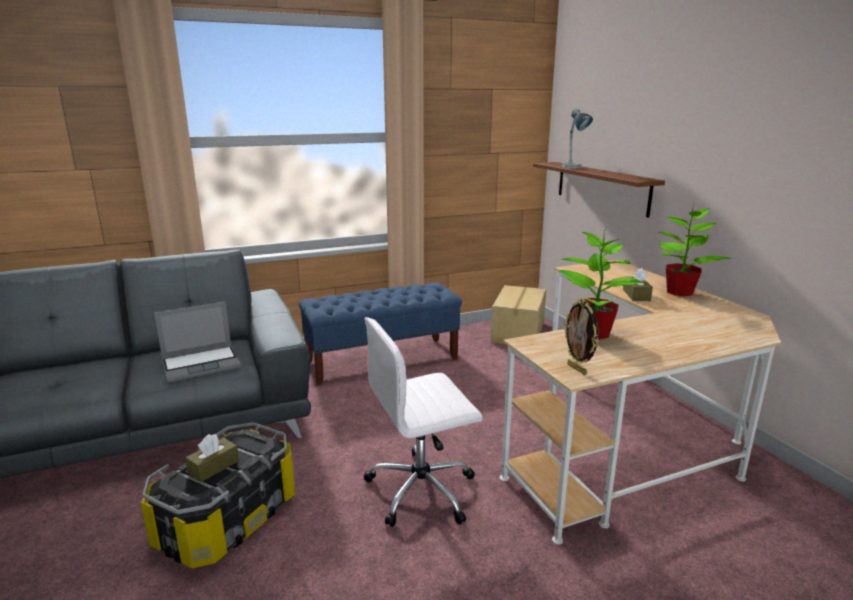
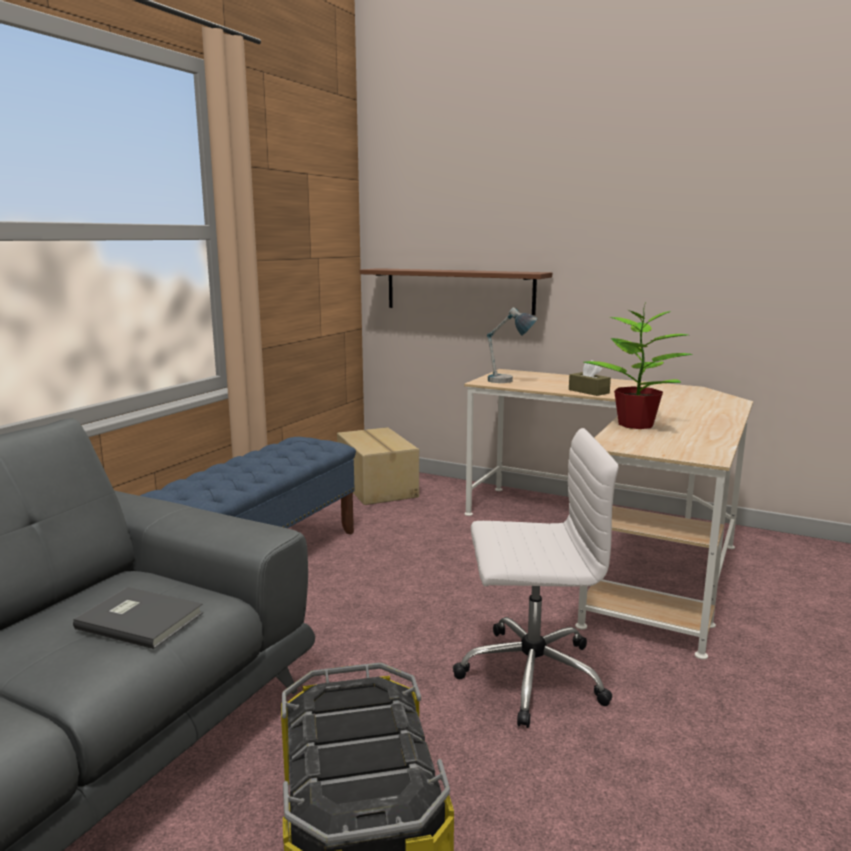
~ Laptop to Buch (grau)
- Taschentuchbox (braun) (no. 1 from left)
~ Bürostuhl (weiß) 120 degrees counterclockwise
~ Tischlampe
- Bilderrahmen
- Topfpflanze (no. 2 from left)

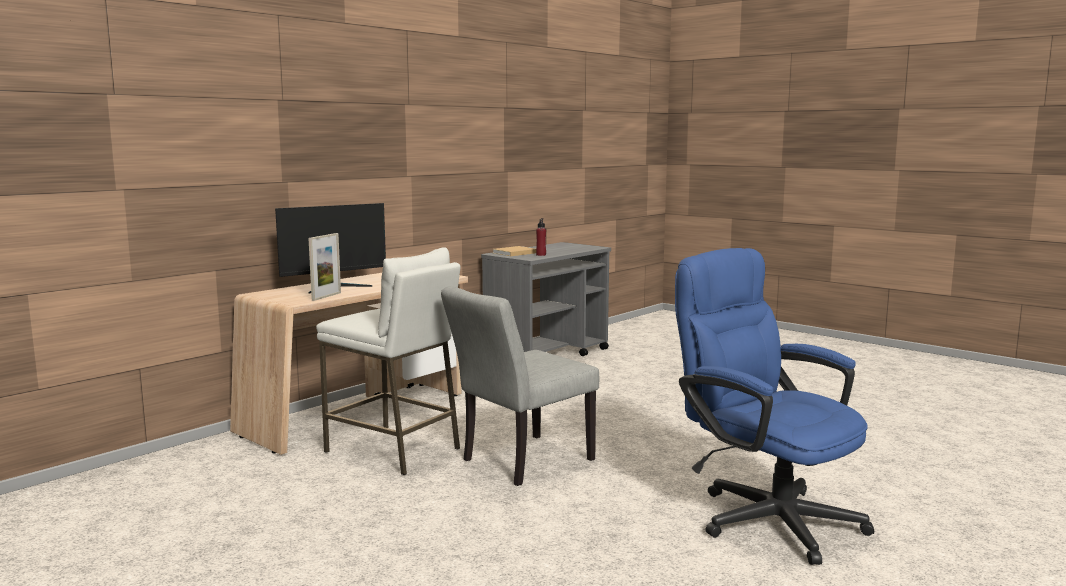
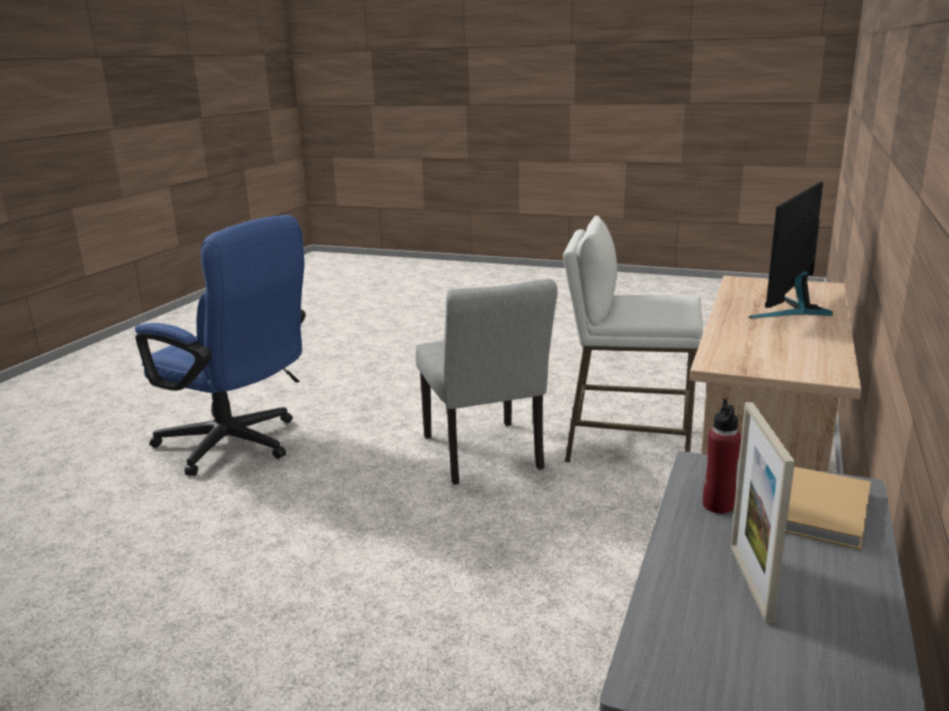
~ Bilderrahmen
~ Stuhl (grau) 135 degrees clockwise

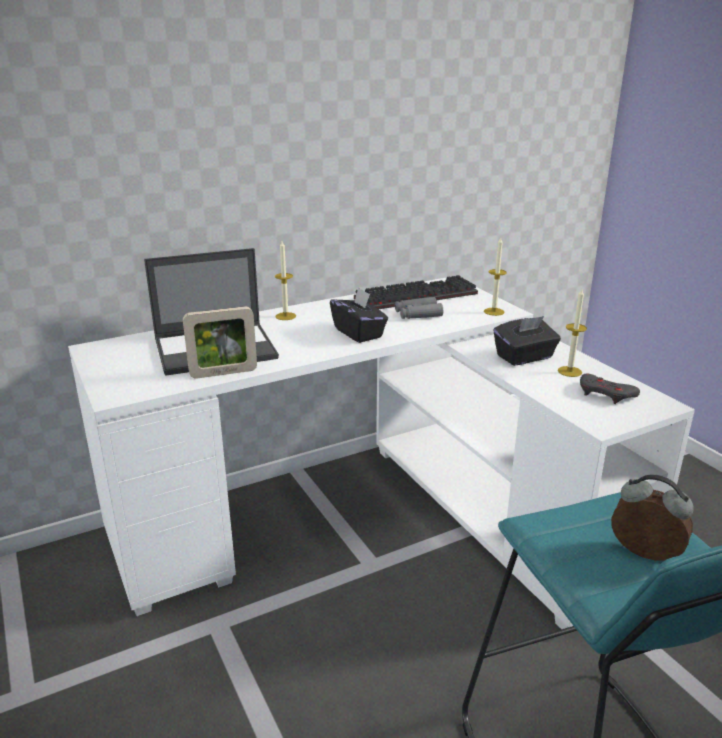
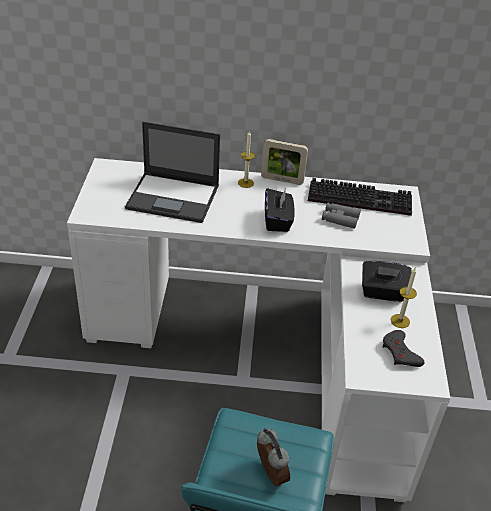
~ Bilderrahmen
- Kerze (no. 2 from left)

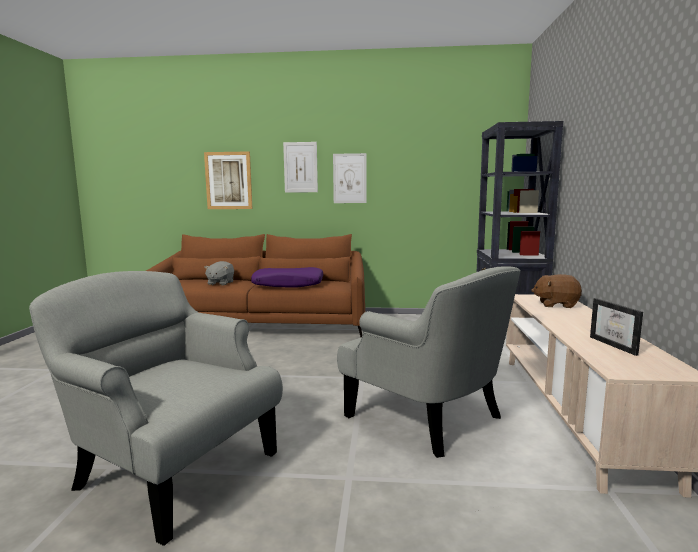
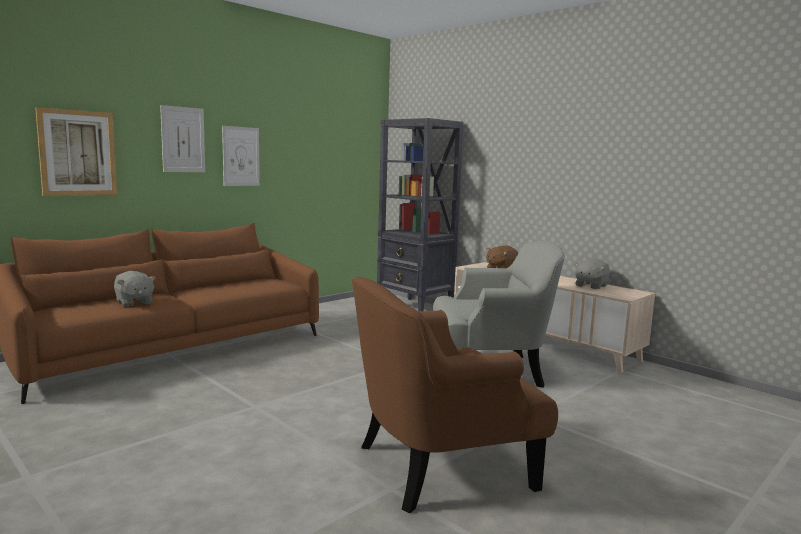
~ Sessel (grau) (no. 1 from left) to Sessel (braun)
- Kissen (lila)
~ Bilderrahmen to Plüschtier (grau) (no. 2 from left)

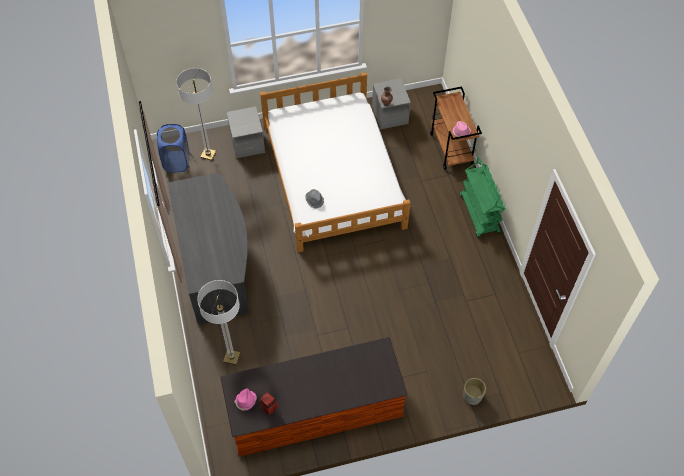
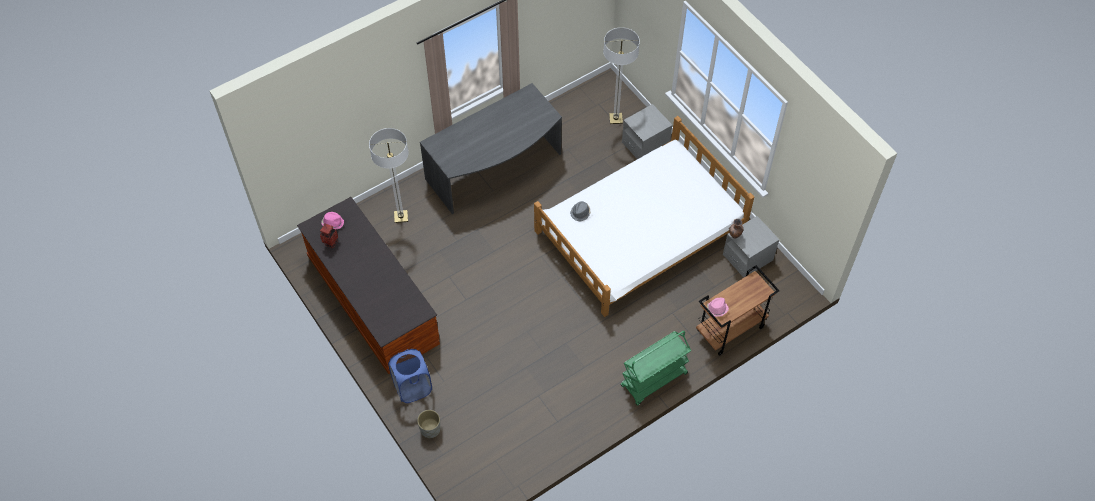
~ Wäschekorb (blau)

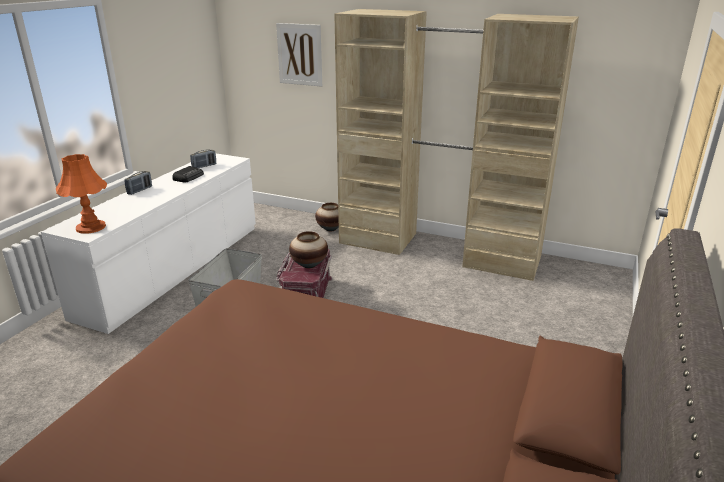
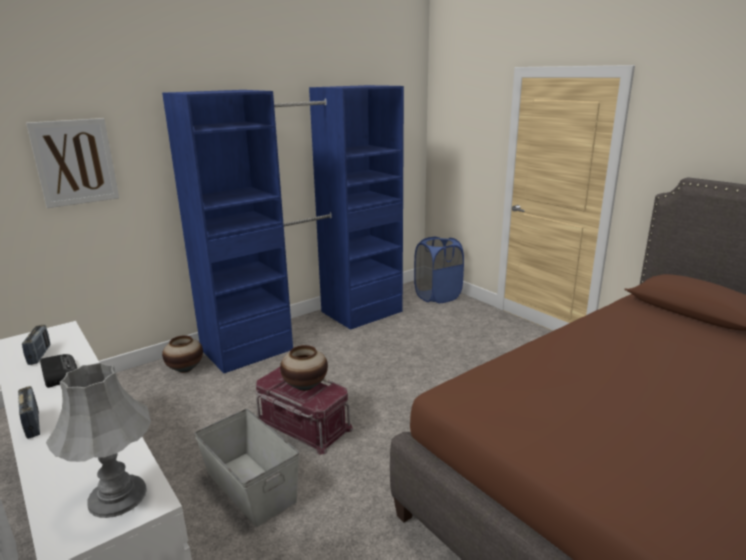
~ Tischlampe (orange) to Tischlampe (grau)
~ Kleiderschrank (beige) to Kleiderschrank (blau)
+ Wäschekorb (blau)

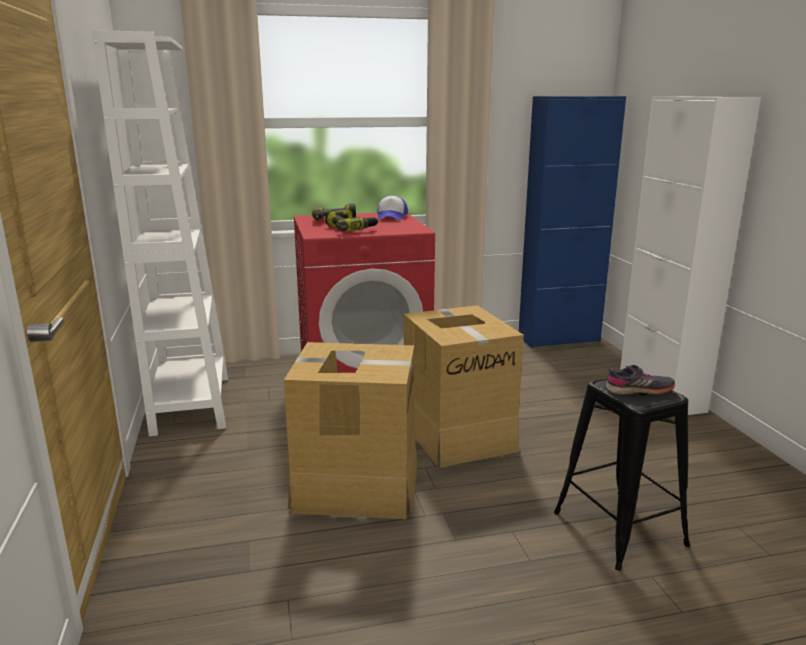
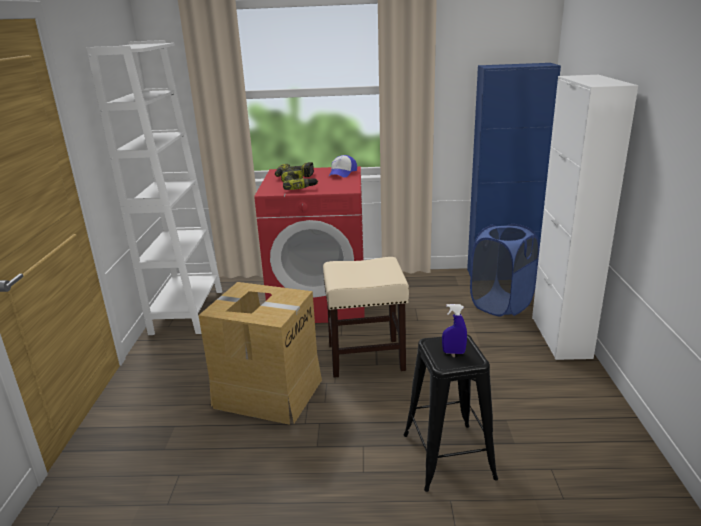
~ Karton (no. 2 from left) to Hocker (beige)
~ Schuh (grau) to Sprühflasche (blau)
+ Wäschekorb (blau)

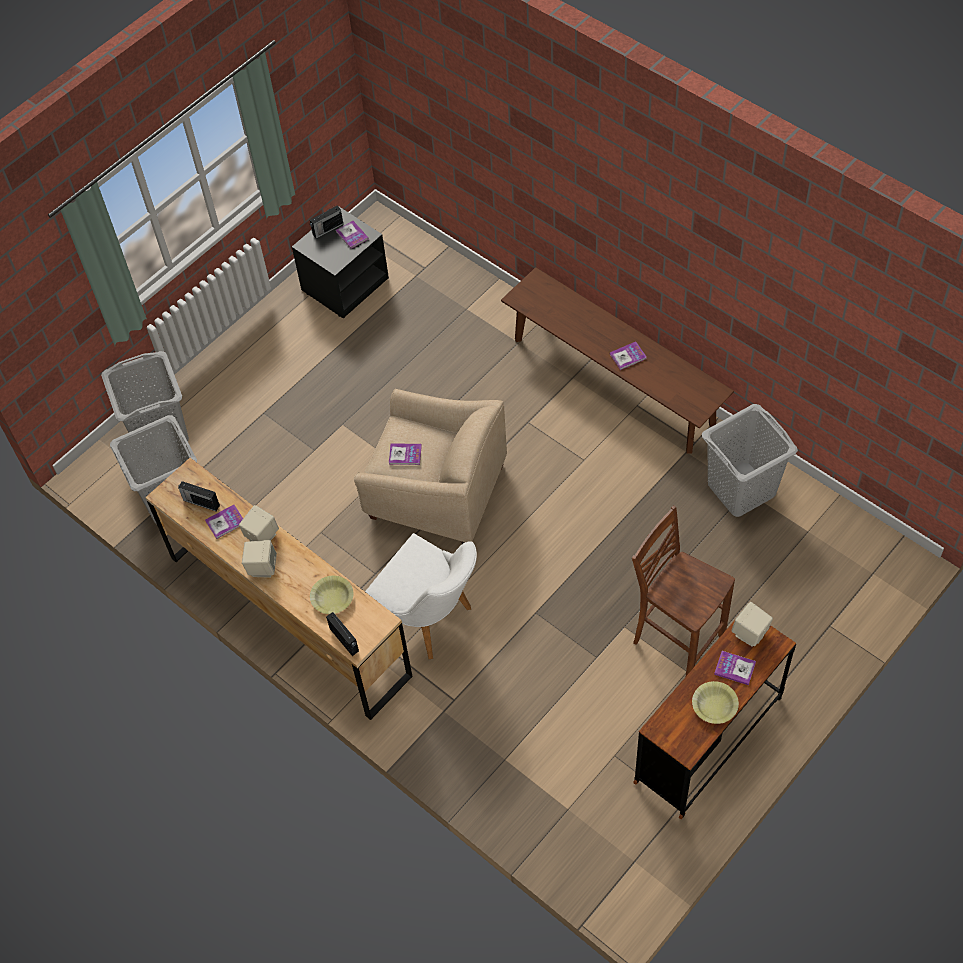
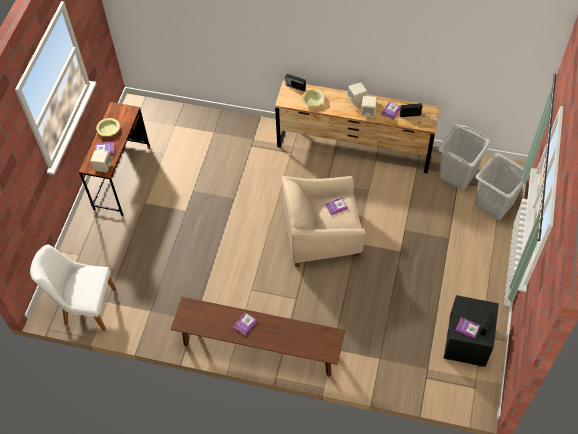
~ Stuhl (weiß)
- Hocker (braun)
- Wäschekorb (grau) (no. 3 from left)

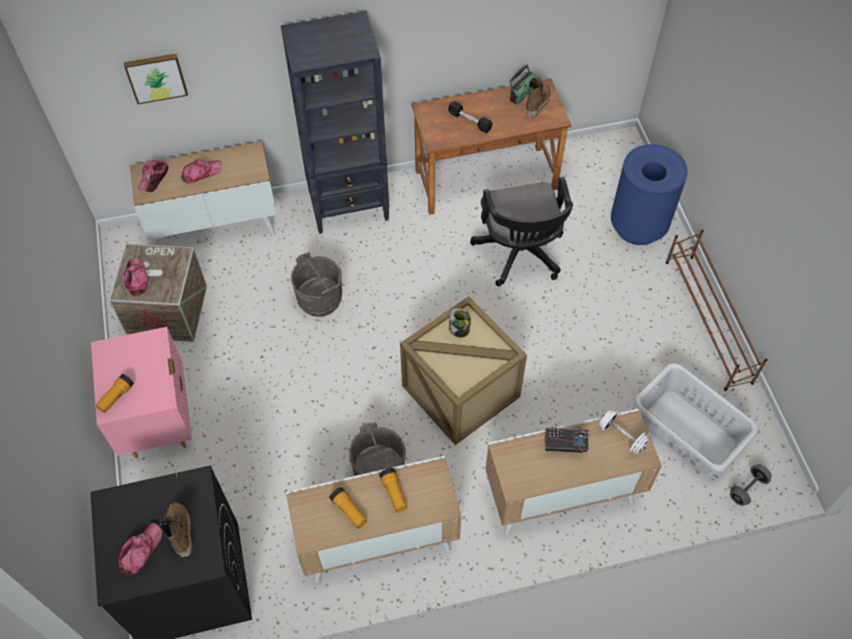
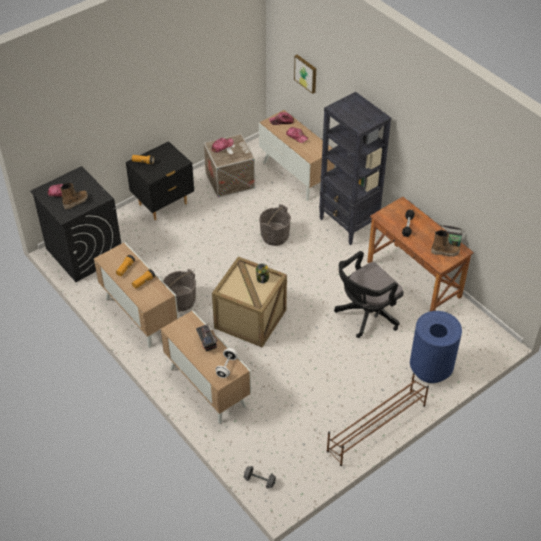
~ Nachttisch (rosa) to Nachttisch (schwarz)
- Wäschekorb (grau)

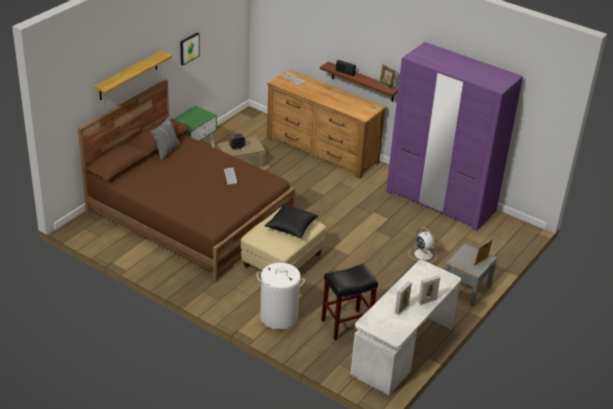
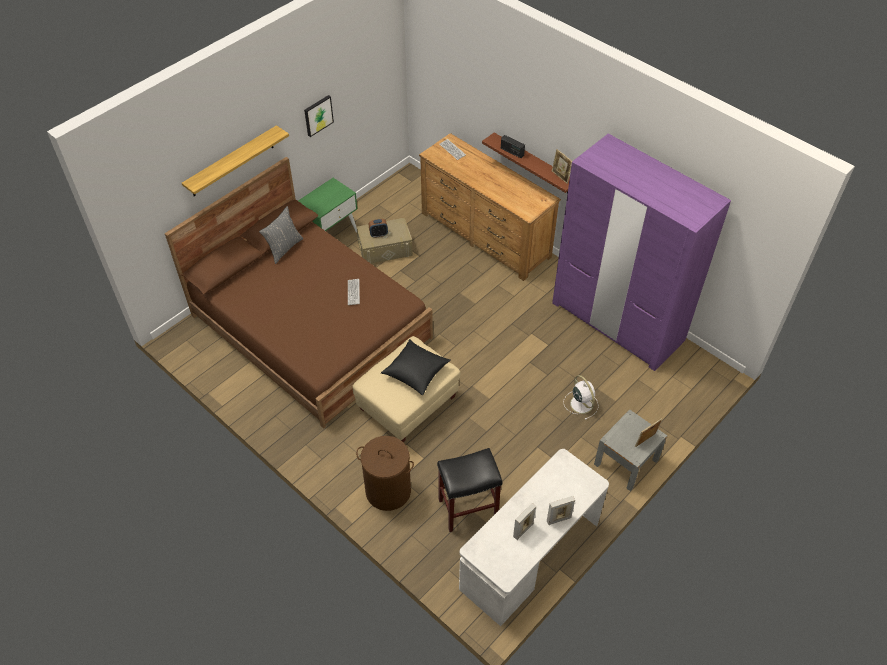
~ Wäschekorb (weiß) to Wäschekorb (braun)

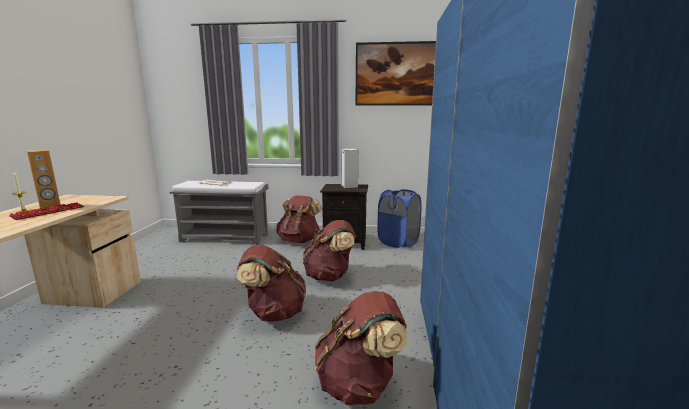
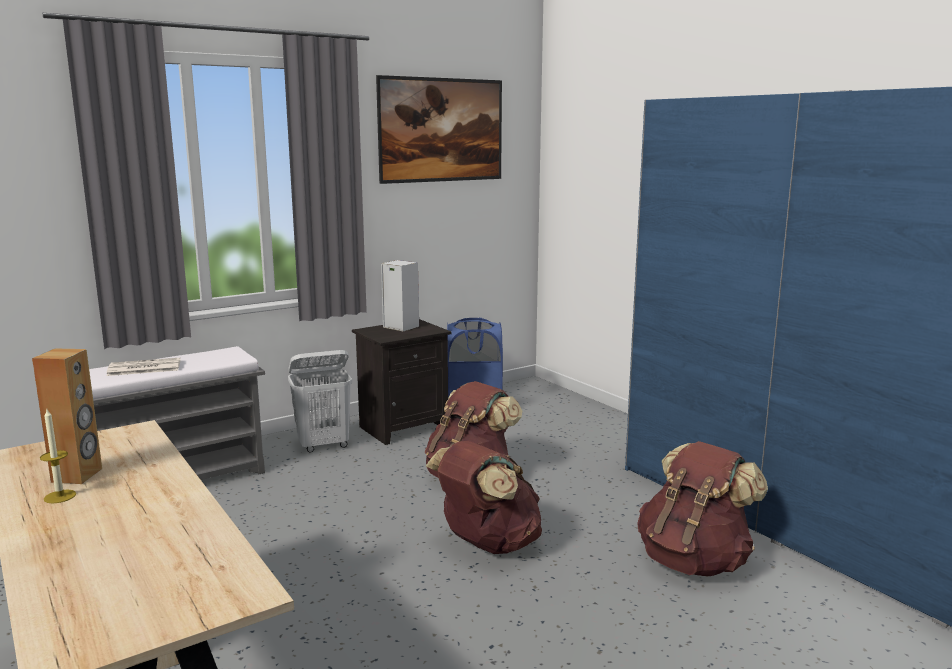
- Tastatur
~ Rucksack (braun) (no. 2 from left) to Wäschekorb (weiß)

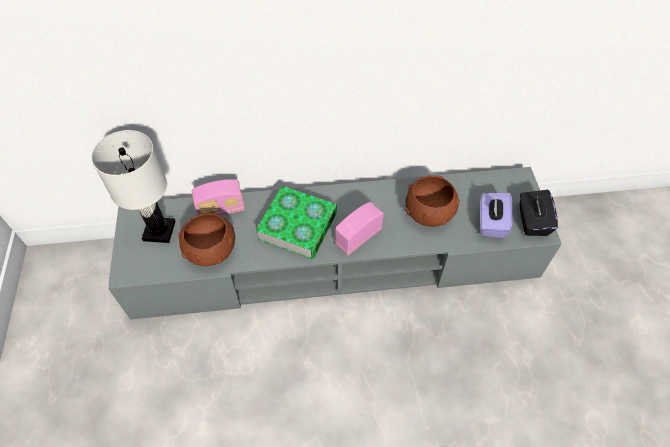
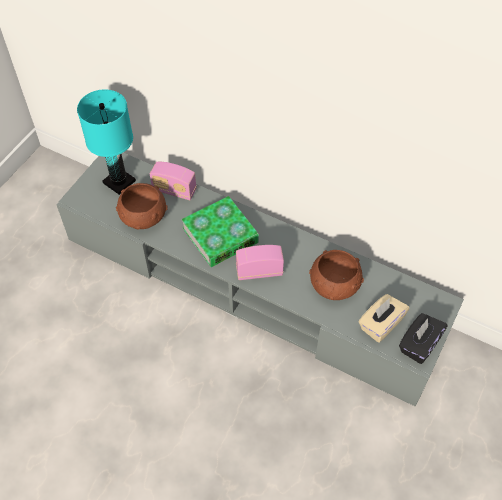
~ Tischlampe (weiß) to Tischlampe (türkis)
~ Taschentuchbox (lila) to Taschentuchbox (beige)

